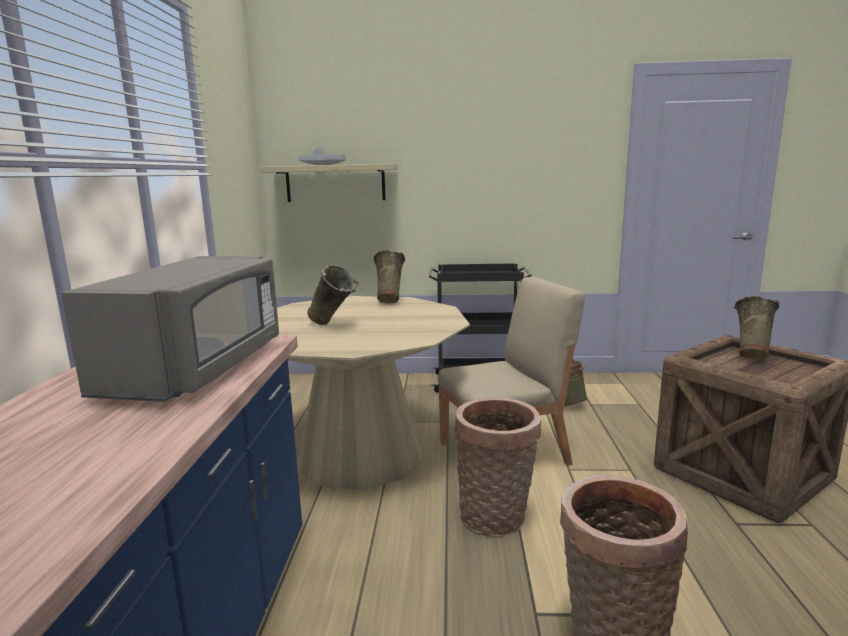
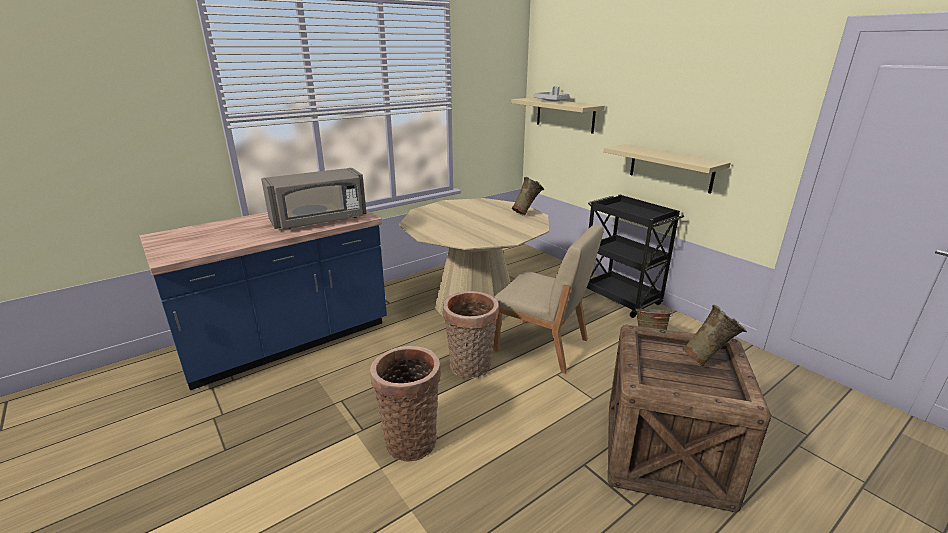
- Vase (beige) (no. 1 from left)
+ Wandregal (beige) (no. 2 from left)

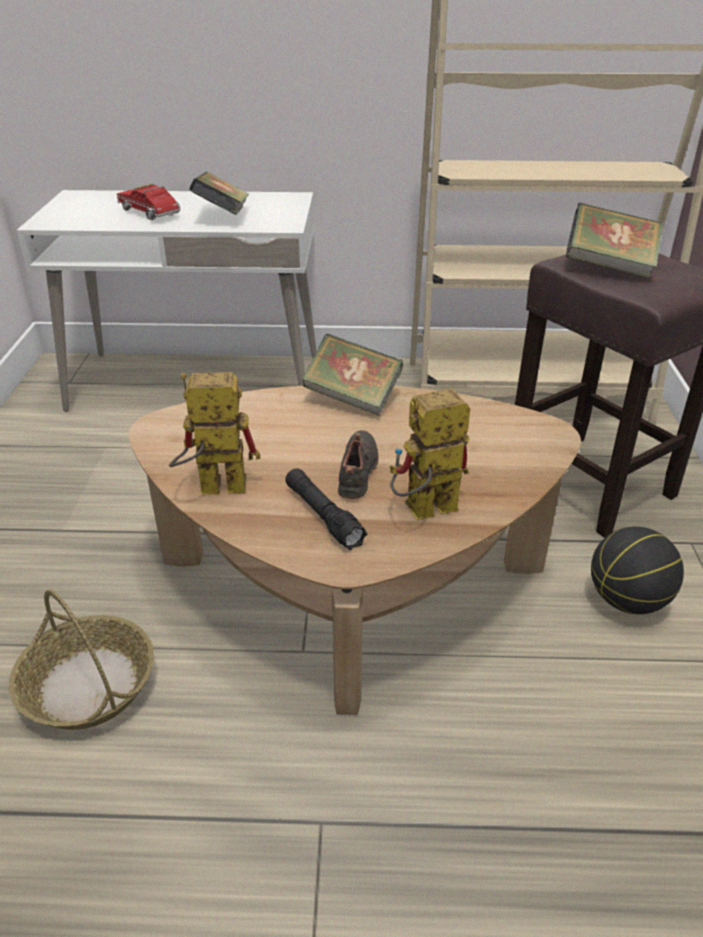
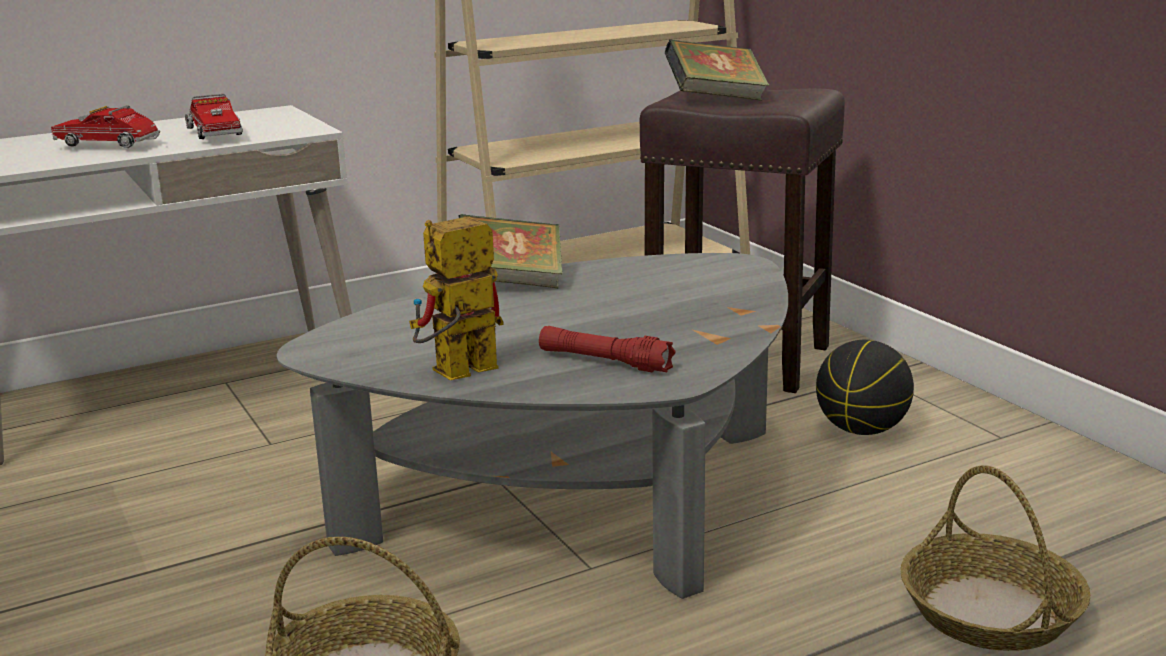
~ Couchtisch (braun) to Couchtisch (grau)
~ Buch (no. 1 from left) to Spielzeuglaster (no. 2 from left)
~ Taschenlampe (schwarz) to Taschenlampe (rot)
- Schuh (schwarz)
- Spielzeugroboter (no. 2 from left)
+ Korb (no. 2 from left)

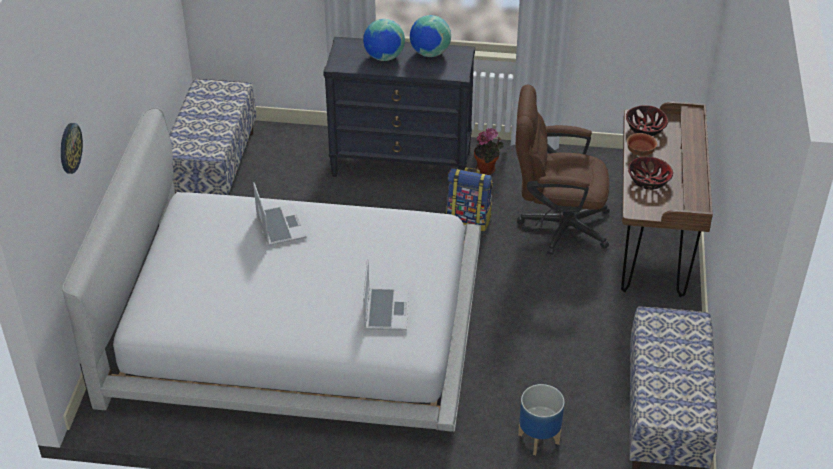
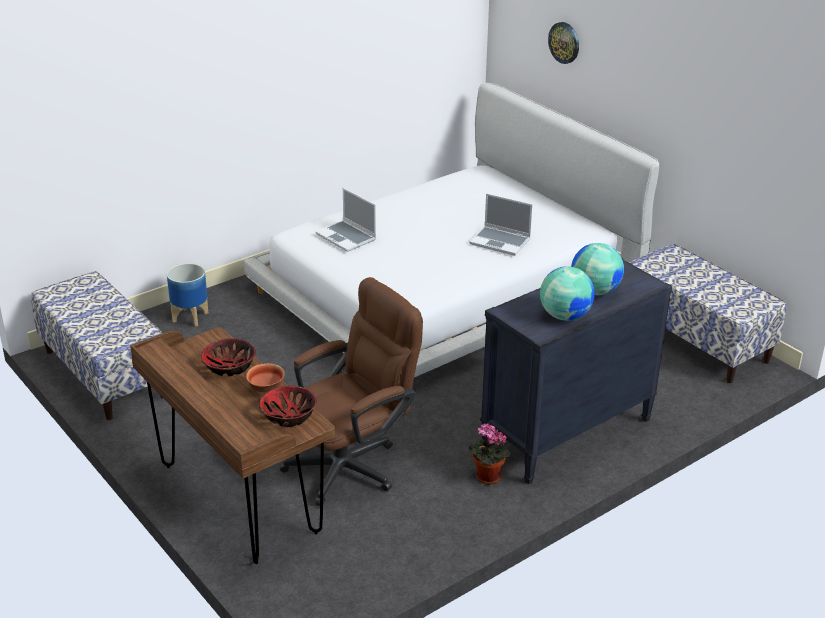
- Rucksack

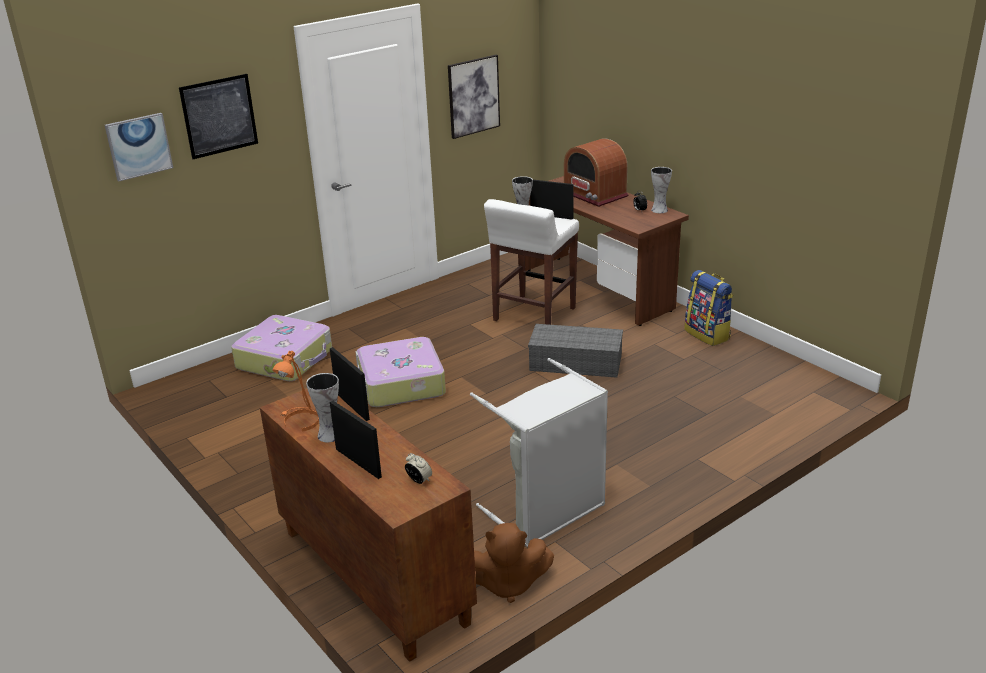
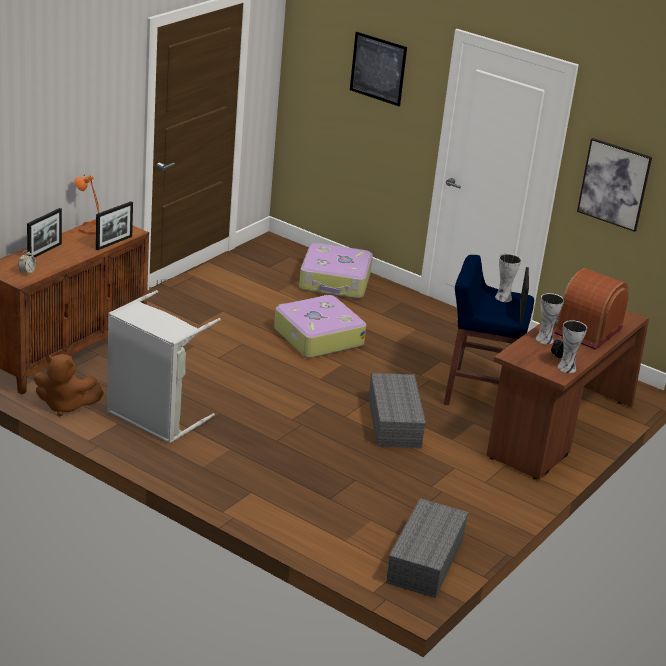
- Bild (no. 1 from left)
~ Vase (no. 1 from left in the first image) to Vase (no. 2 from left)
~ Plüschtier (braun) 60 degrees counterclockwise
~ Hocker (weiß) to Hocker (blau)
- Rucksack
+ Aufbewahrungsbox (grau) (no. 2 from left)

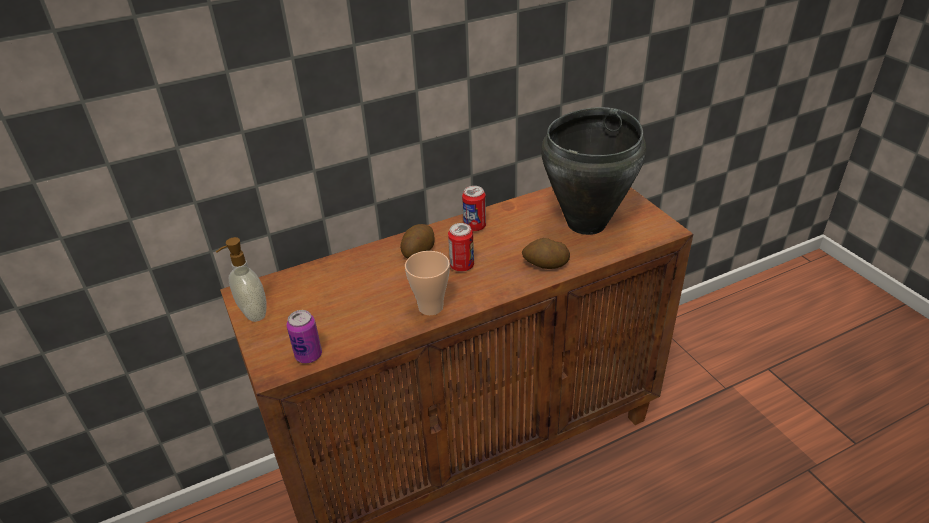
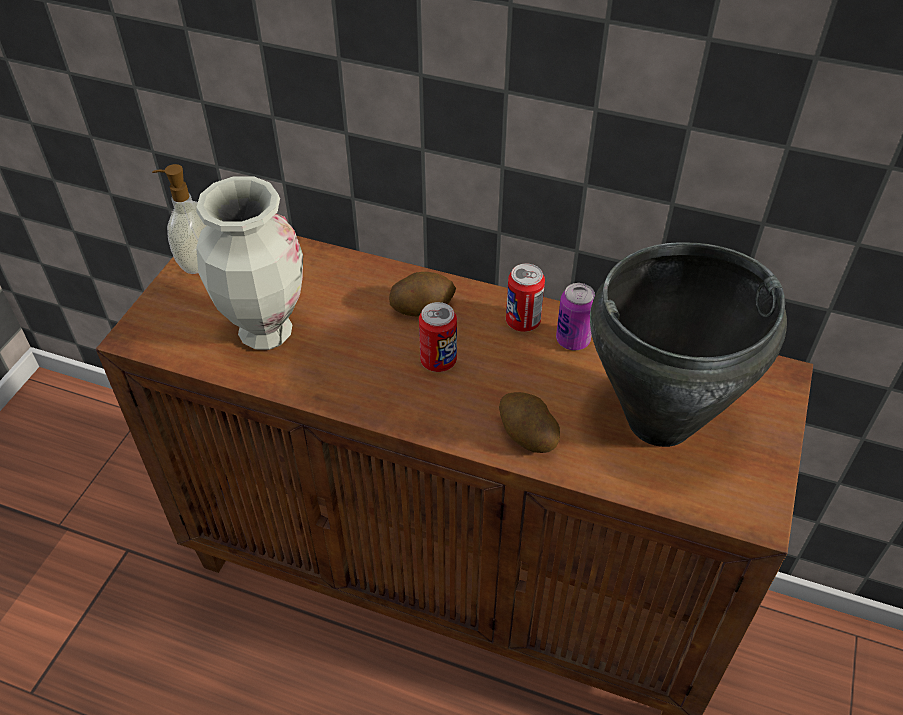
~ Dose (no. 1 from left in the first image) to Dose (no. 3 from left)
- Tasse
+ Vase

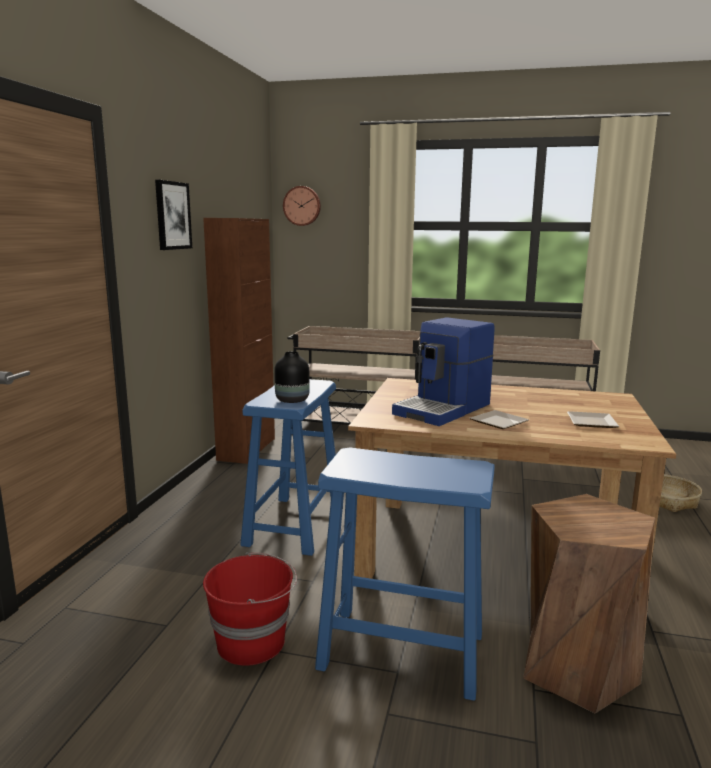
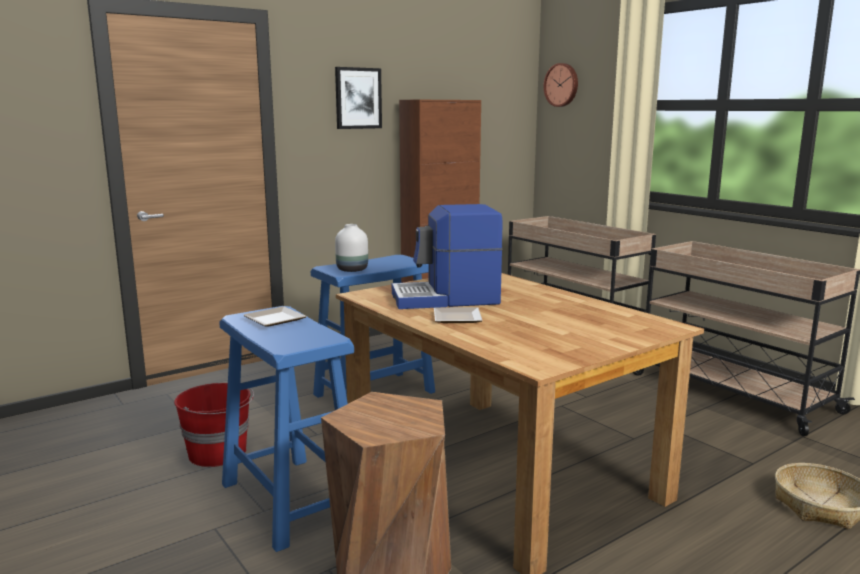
~ Vase (schwarz) to Vase (weiß)
~ Teller (no. 2 from left in the first image) to Teller (no. 1 from left)

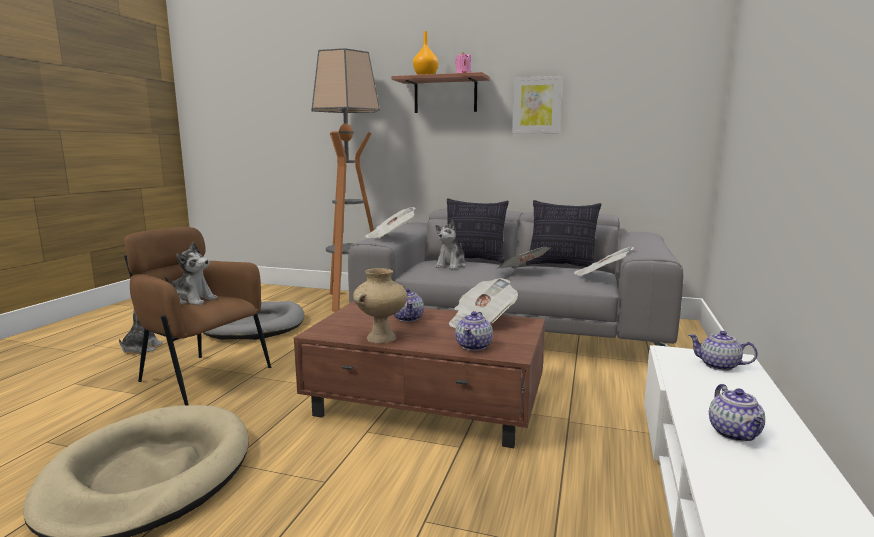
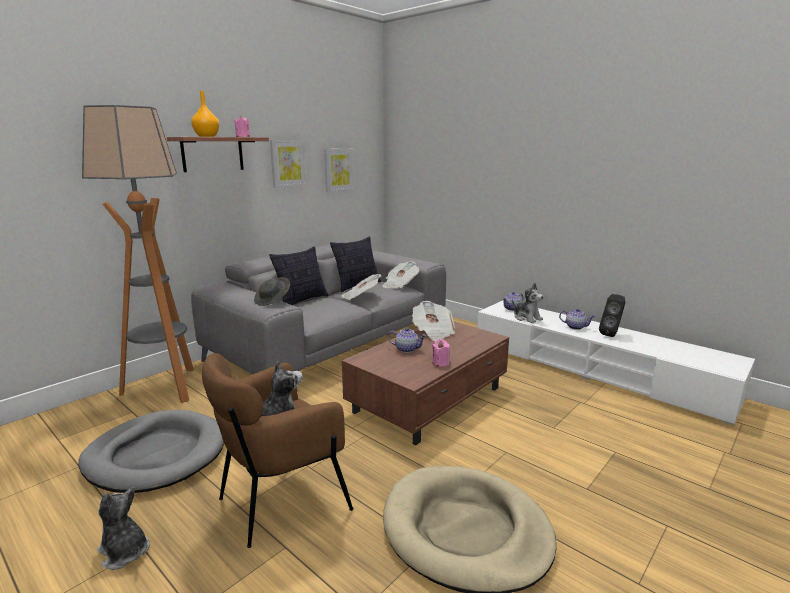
~ Vase (beige) to Kerze (rosa) (no. 2 from left)
~ Zeitung (no. 1 from left) to Hut (grau)
~ Plüschtier (no. 3 from left)
- Teekanne (no. 2 from left)
+ Bild (no. 2 from left)
+ Lautsprecher (schwarz)

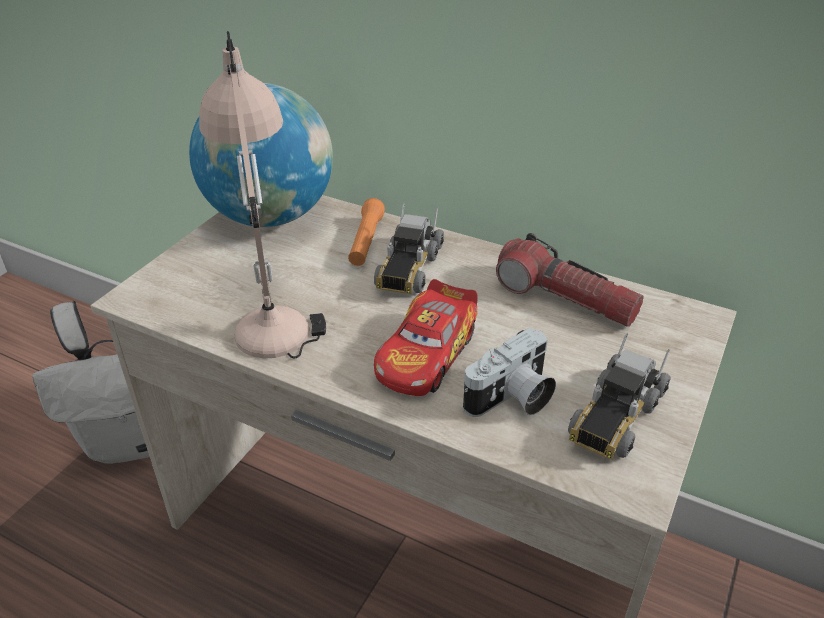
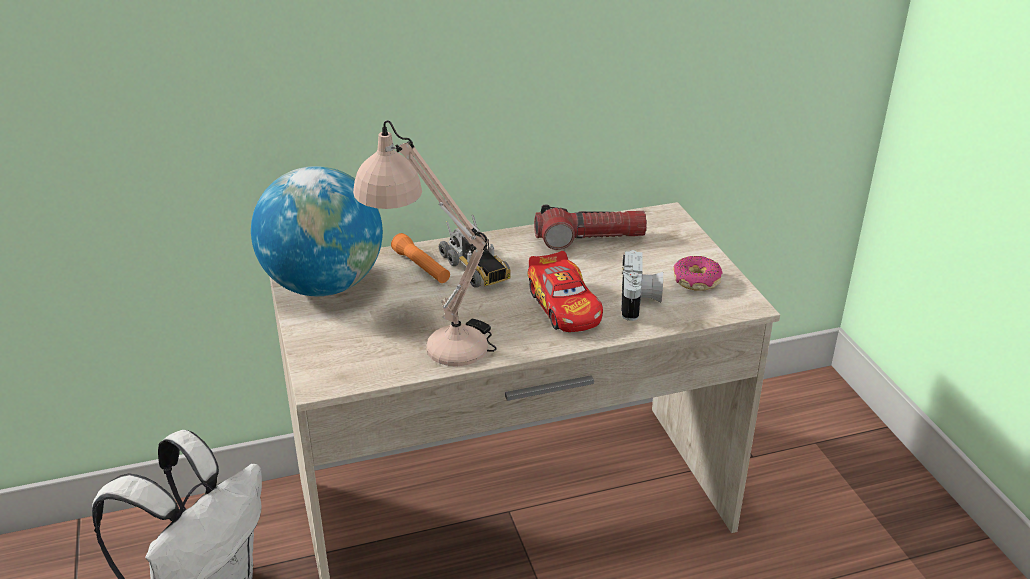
~ Spielzeuglaster (no. 2 from left) to Donut

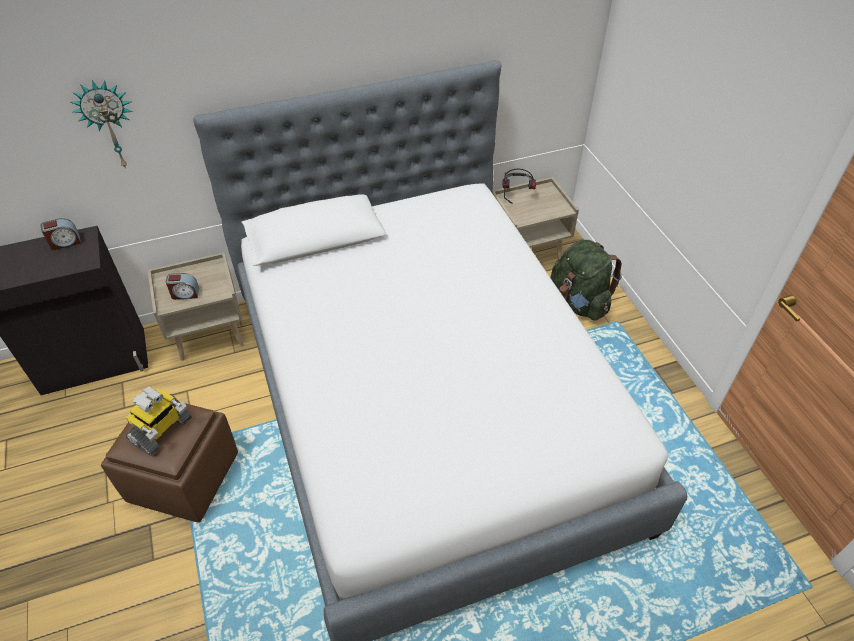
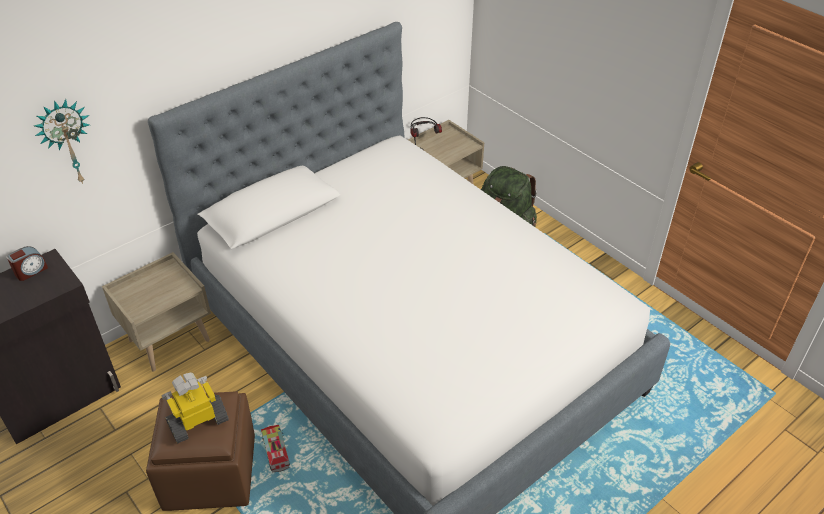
~ Spielzeugroboter 135 degrees counterclockwise
- Wecker (no. 2 from left)
+ Spielzeuglaster

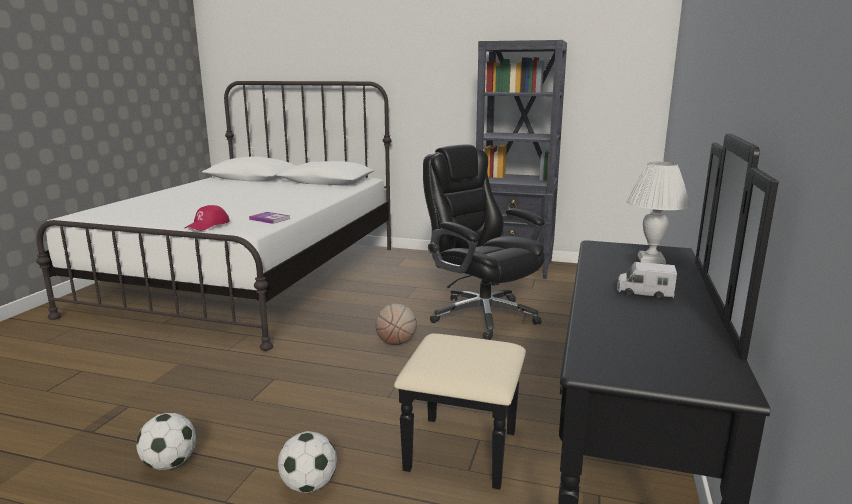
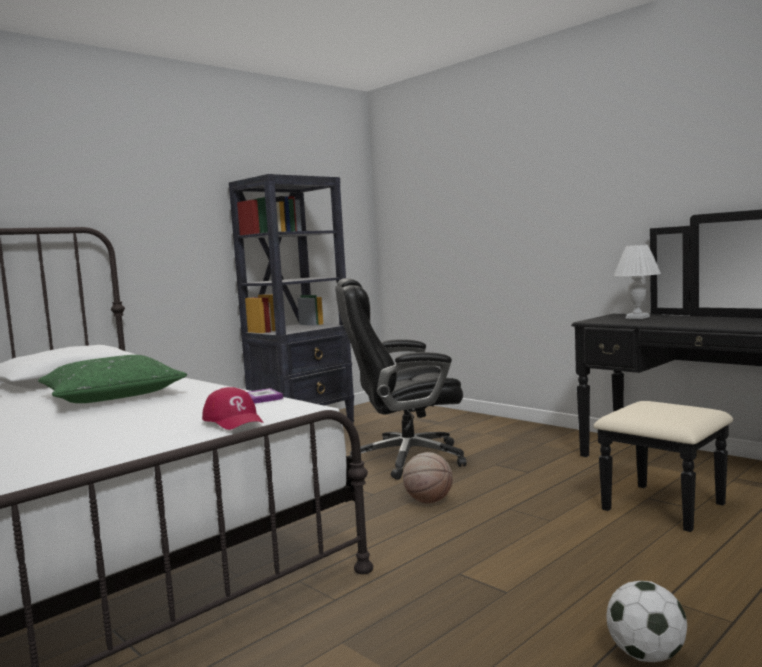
- Fußball (no. 2 from left)
- Spielzeuglaster
+ Kissen (grün)

